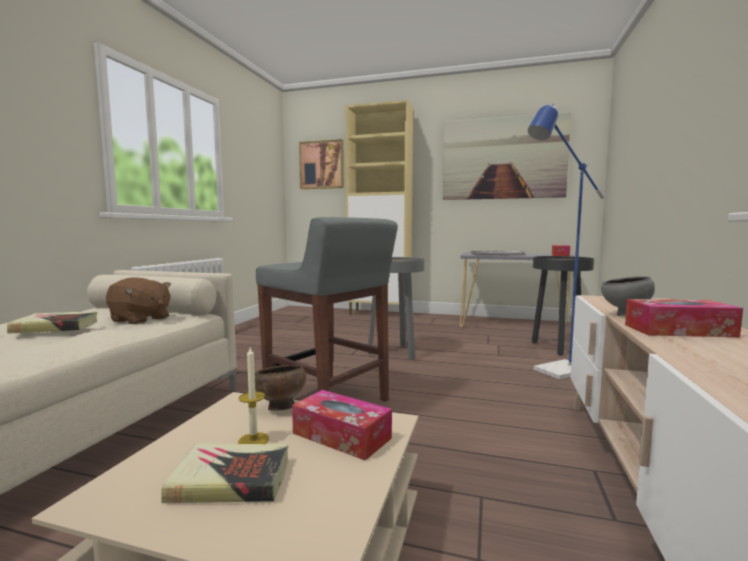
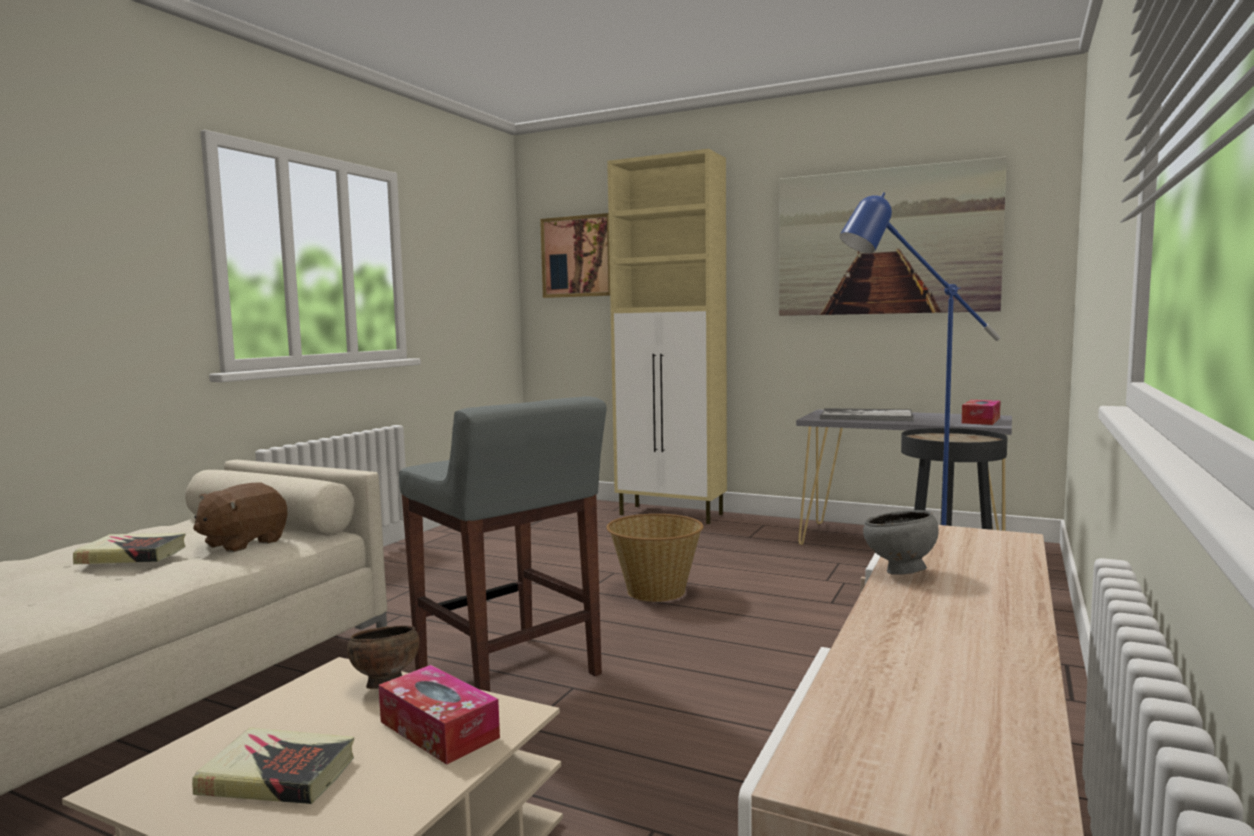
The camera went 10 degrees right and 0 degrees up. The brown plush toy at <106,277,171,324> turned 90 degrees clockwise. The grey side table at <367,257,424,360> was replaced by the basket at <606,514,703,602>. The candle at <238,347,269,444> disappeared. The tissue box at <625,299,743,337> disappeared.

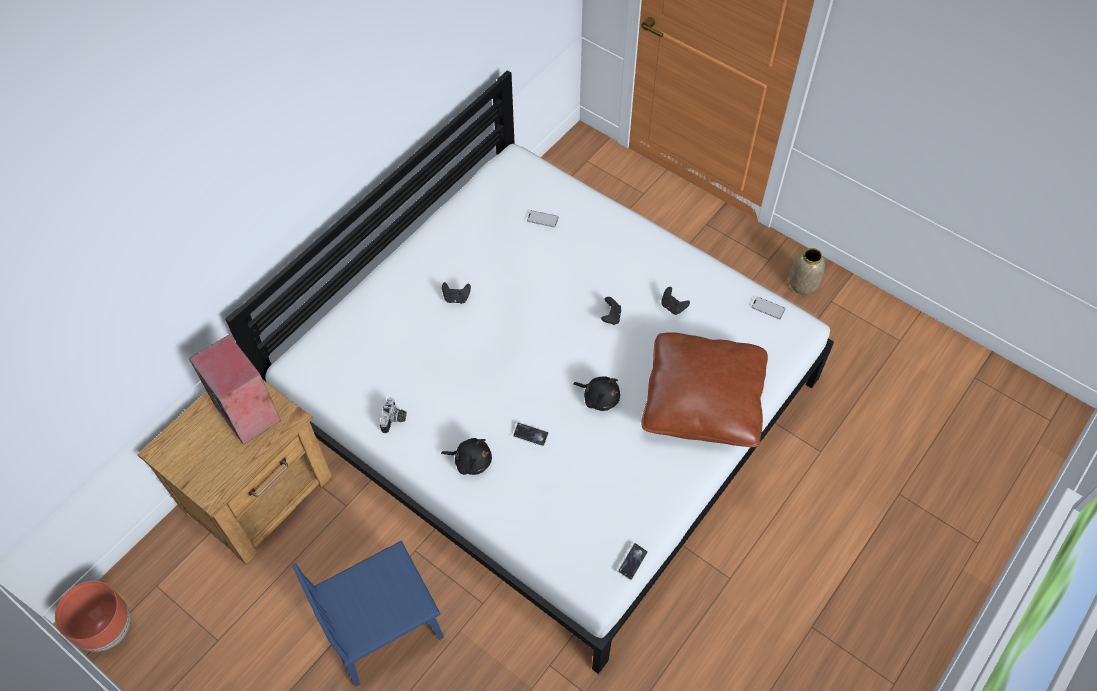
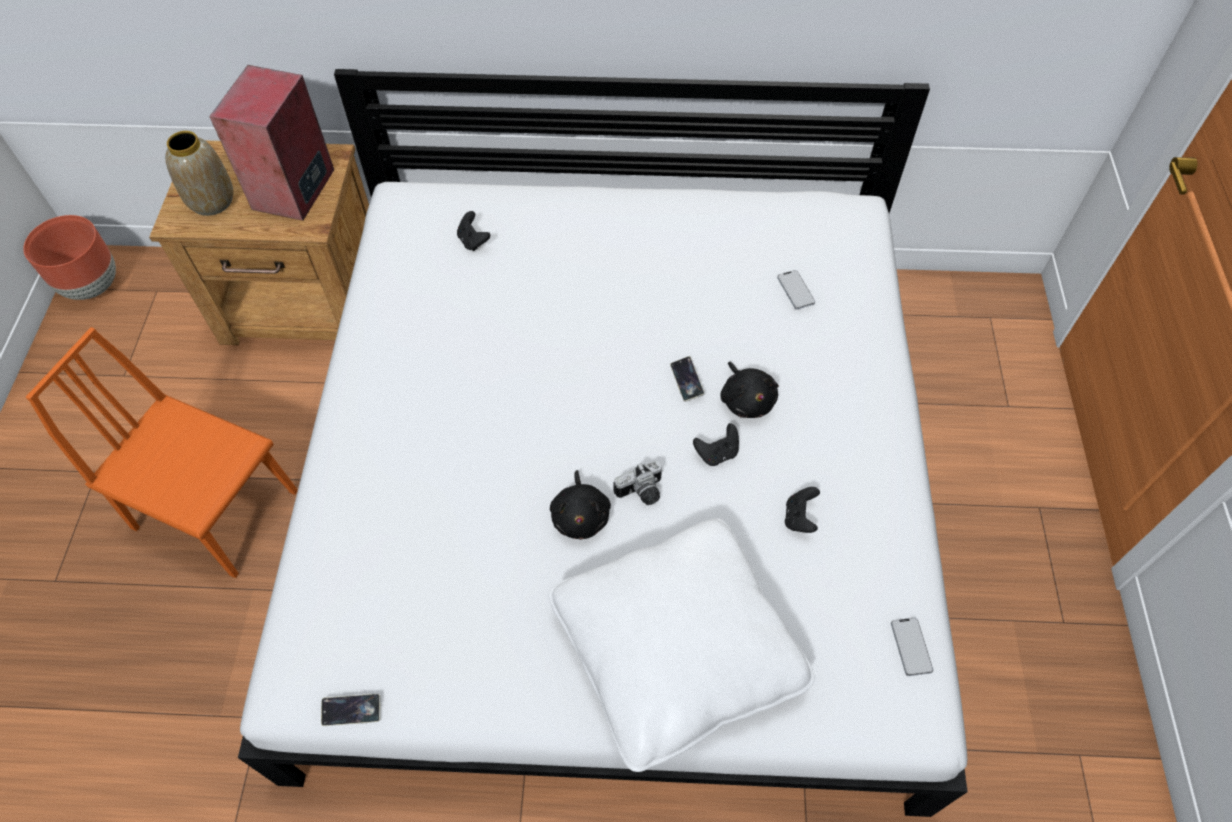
The camera went 55 degrees right and 0 degrees up. The blue chair at <292,541,444,687> became the orange chair at <26,327,298,578>. The vase moved from <789,248,825,295> to <165,131,233,216>. The black game controller moved from <442,282,471,304> to <457,211,490,251>. The brown pillow at <641,332,768,447> became the white pillow at <549,518,815,772>. The photo camera moved from <380,398,407,433> to <613,461,662,505>. The phone moved from <513,423,549,446> to <670,356,705,402>. The black plush toy moved from <441,438,492,475> to <720,361,779,418>.

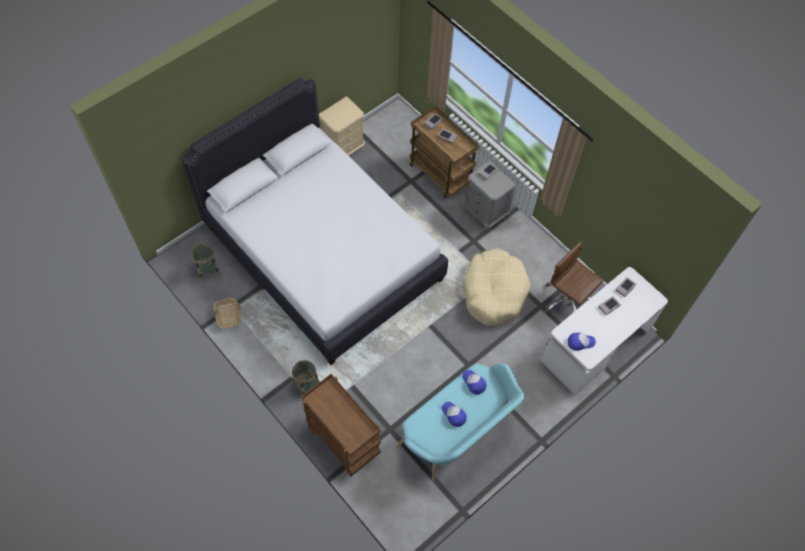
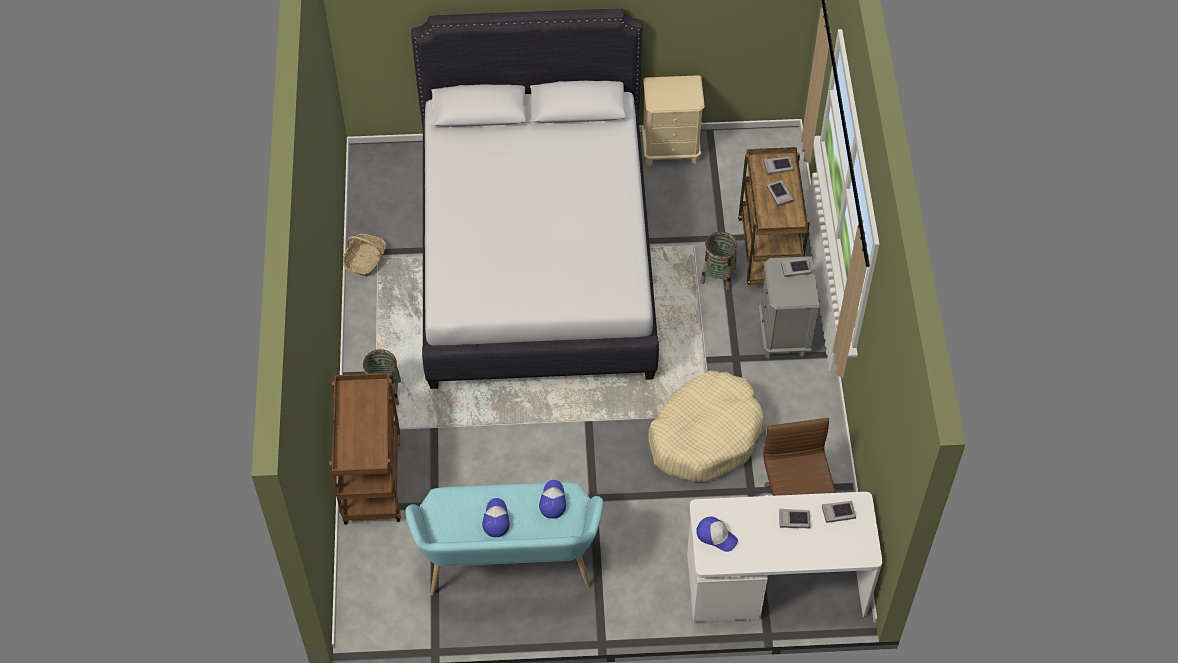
The camera went 40 degrees right and 5 degrees down. The basket moved from <191,244,220,281> to <701,232,738,290>.

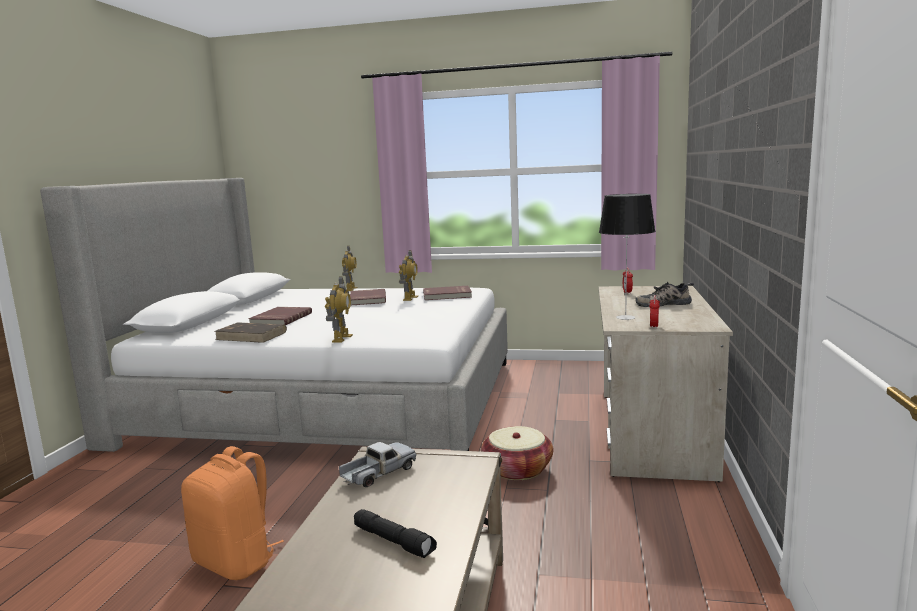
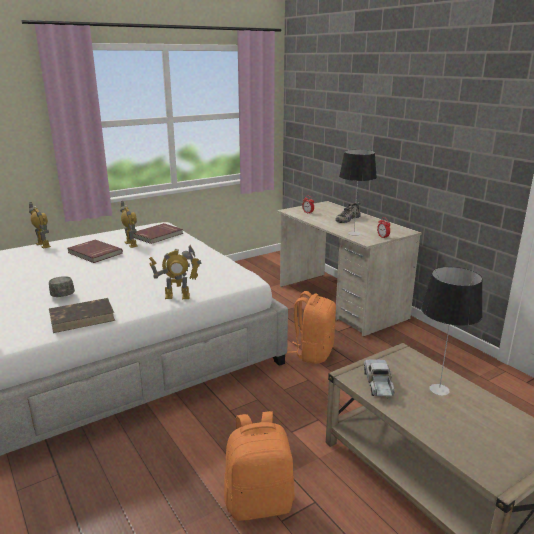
The camera went 45 degrees left and 10 degrees up. The red book at <249,307,312,325> was replaced by the grey cap at <49,276,75,297>. The toy robot at <325,276,353,342> turned 120 degrees clockwise. The basket at <481,426,553,480> was replaced by the orange backpack at <287,291,336,364>. The table lamp at <421,267,483,396> appeared. The black flashlight at <354,509,437,558> disappeared.

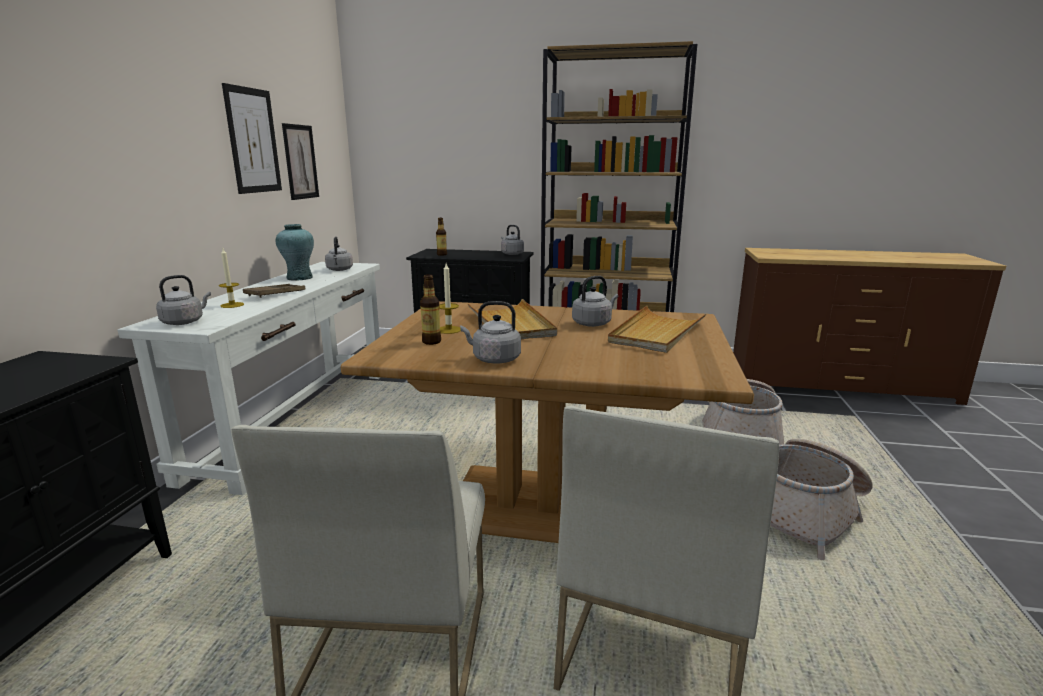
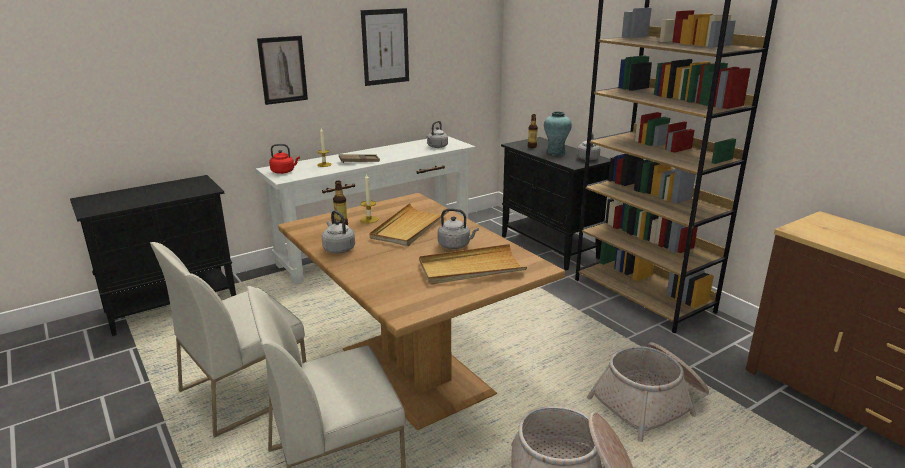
The camera went 45 degrees right and 5 degrees up. The picture moved from <282,123,319,200> to <257,36,308,105>. The grey kettle at <156,275,211,325> became the red kettle at <269,144,300,174>. The turquoise vase moved from <276,224,314,281> to <544,111,572,155>.

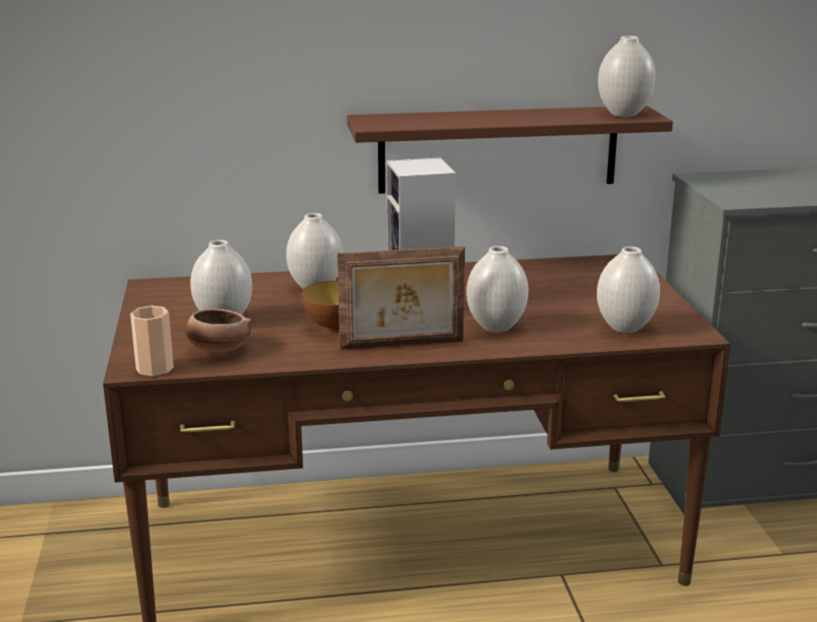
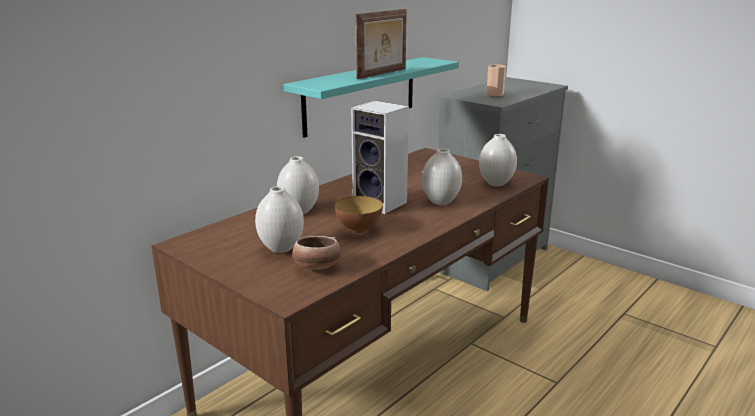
The camera went 40 degrees left and 0 degrees up. The brown shelf at <347,105,673,194> became the turquoise shelf at <284,57,459,138>. The picture frame moved from <337,246,465,350> to <355,9,407,79>. The cup moved from <130,305,174,376> to <486,64,506,97>. The white vase at <598,36,656,117> disappeared.

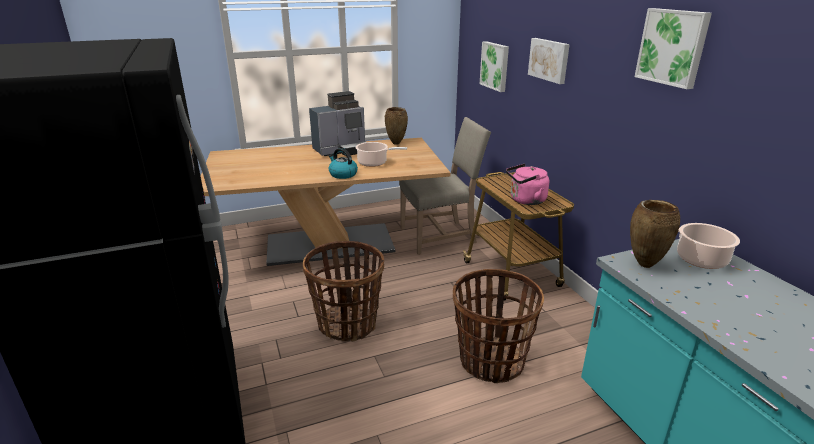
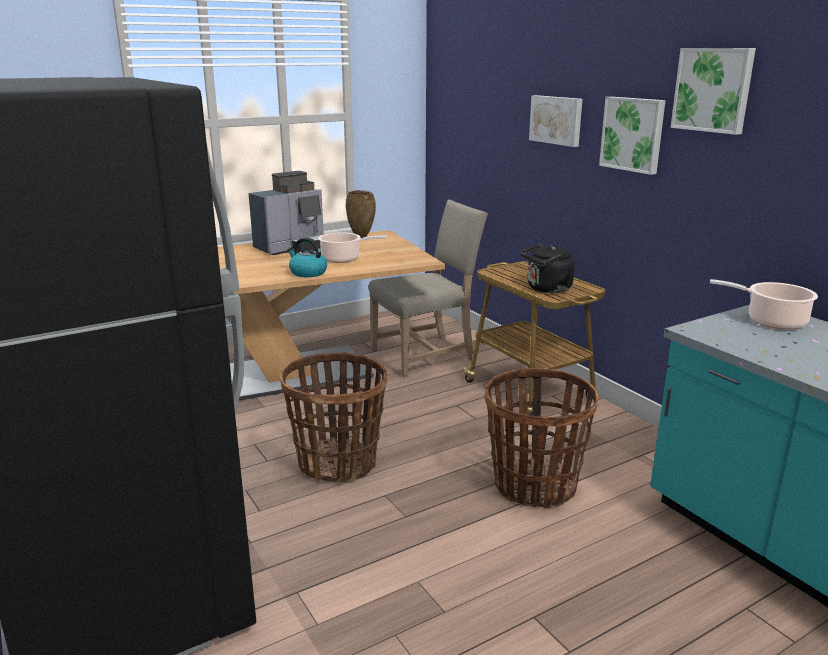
The camera went 10 degrees left and 5 degrees down. The pink kettle at <506,164,549,205> became the black kettle at <520,244,575,293>. The picture moved from <480,41,509,92> to <599,97,666,175>. The brown vase at <630,200,680,268> disappeared.

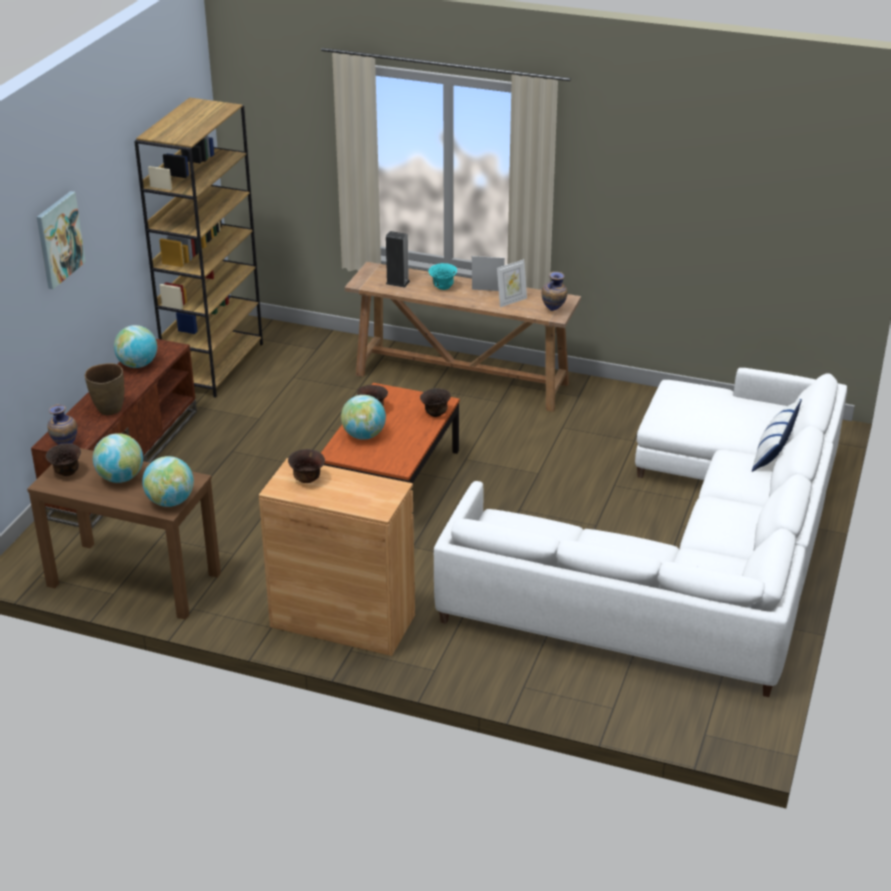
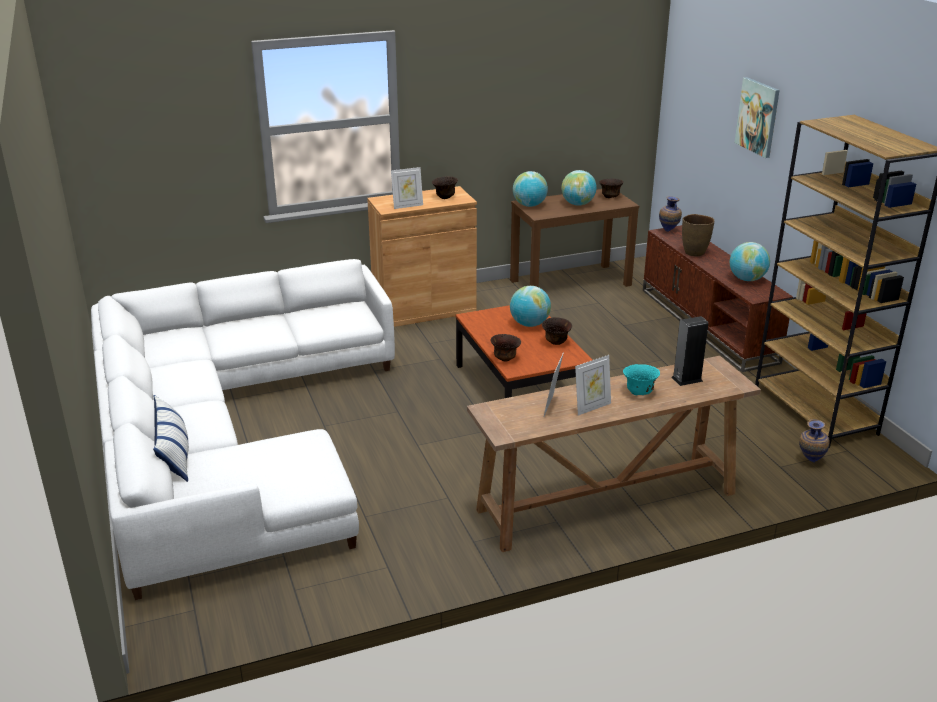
The camera went 140 degrees right and 5 degrees down. The picture frame at <391,167,423,209> appeared. The vase moved from <542,272,568,311> to <799,420,830,463>.

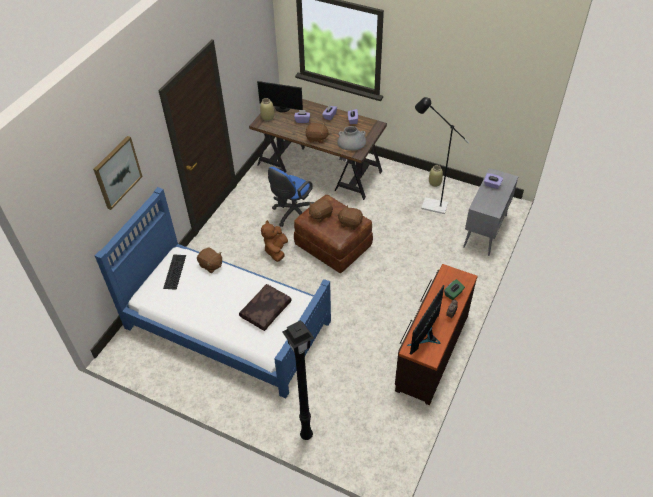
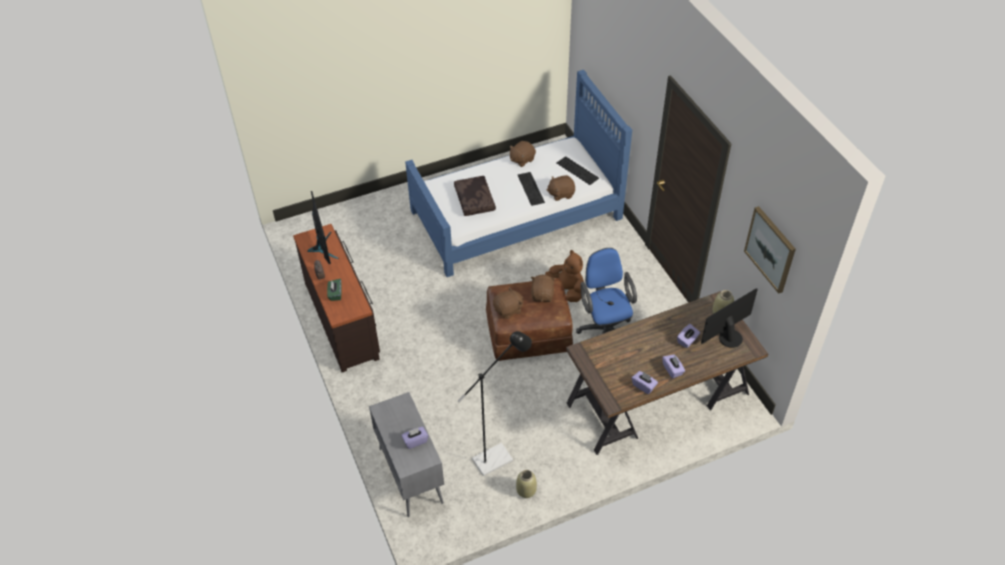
The camera went 130 degrees right and 0 degrees up. The brown plush toy moved from <305,123,330,143> to <510,141,536,167>. The keyboard at <518,172,545,206> appeared. The picture moved from <93,136,143,210> to <744,206,796,294>. The black floor lamp at <282,320,314,440> disappeared. The grey vase at <337,126,366,151> disappeared.

